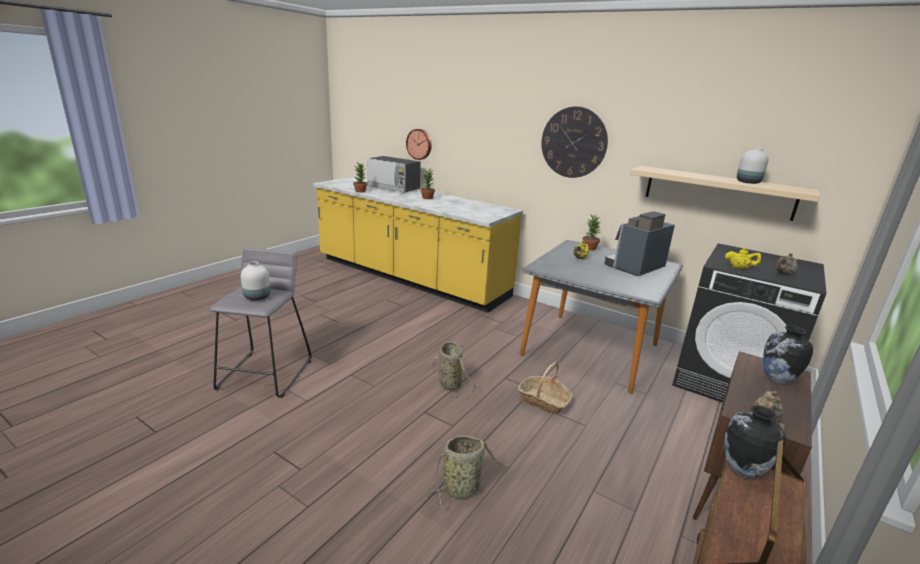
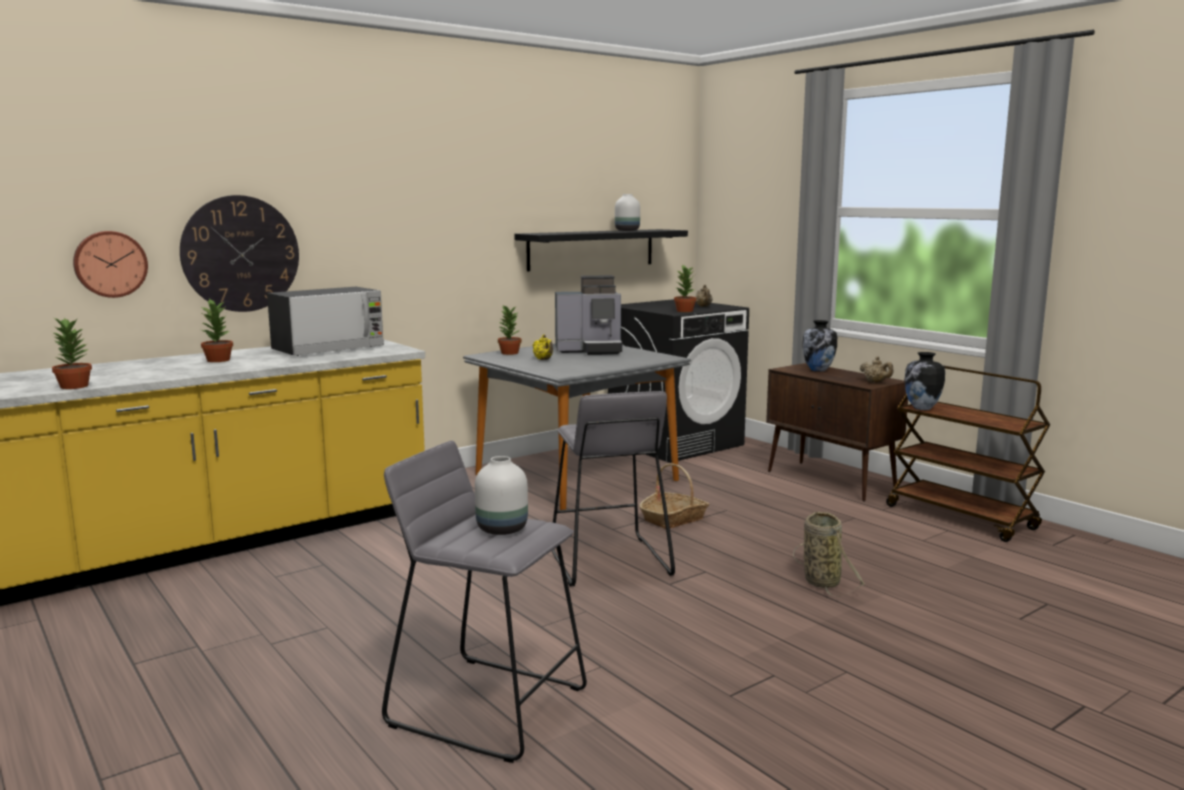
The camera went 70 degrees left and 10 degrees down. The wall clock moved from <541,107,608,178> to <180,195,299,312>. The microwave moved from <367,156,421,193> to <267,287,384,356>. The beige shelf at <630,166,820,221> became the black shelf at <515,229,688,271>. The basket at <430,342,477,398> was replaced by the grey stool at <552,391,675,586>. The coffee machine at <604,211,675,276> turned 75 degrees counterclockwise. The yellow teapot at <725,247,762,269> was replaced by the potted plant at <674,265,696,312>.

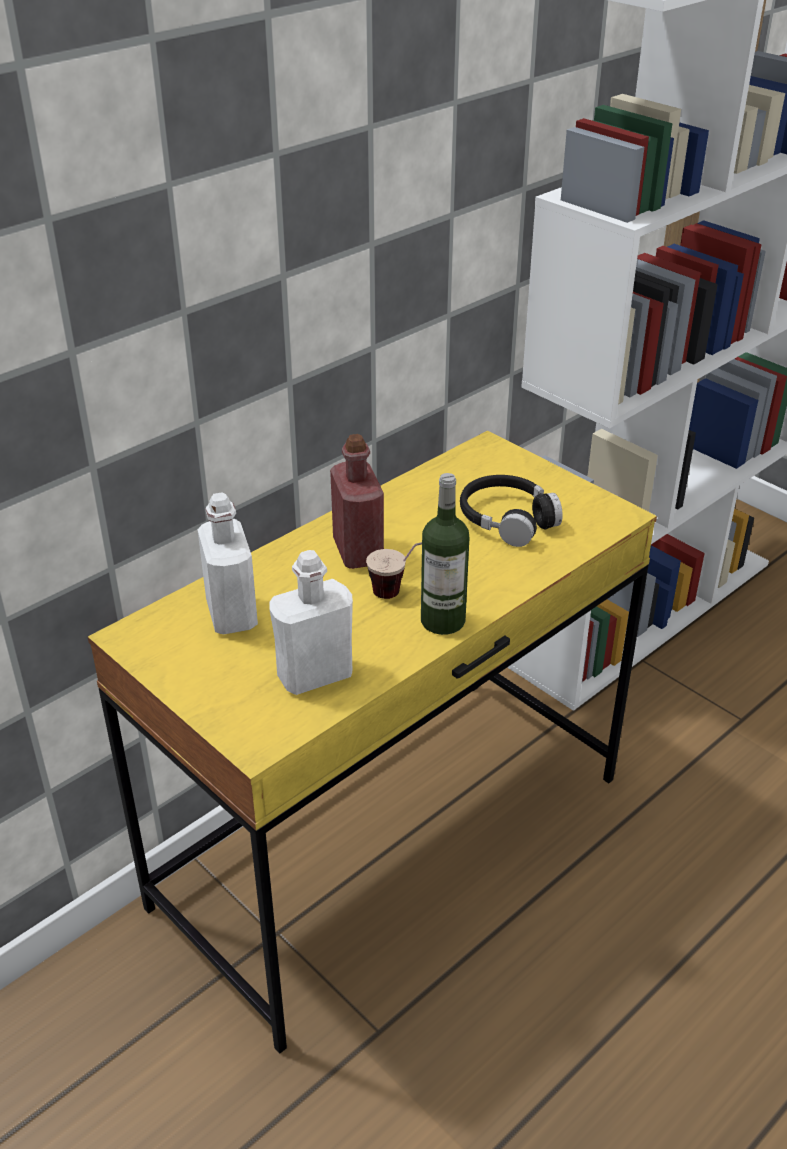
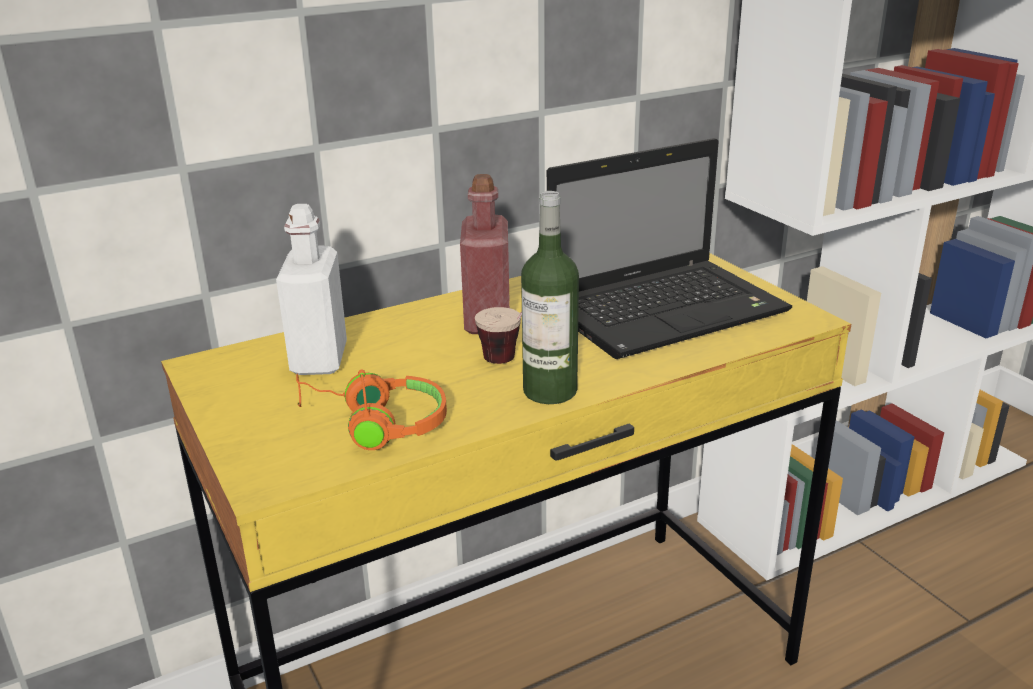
The camera went 15 degrees right and 10 degrees down. The white bottle at <269,550,353,695> was replaced by the orange headphones at <296,369,447,450>. The black headphones at <460,475,563,547> was replaced by the laptop at <547,138,792,359>.

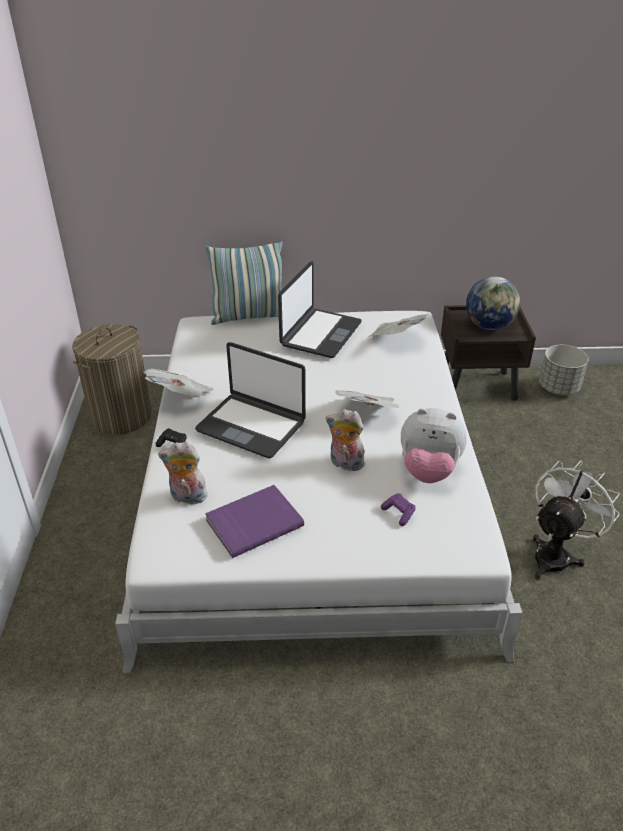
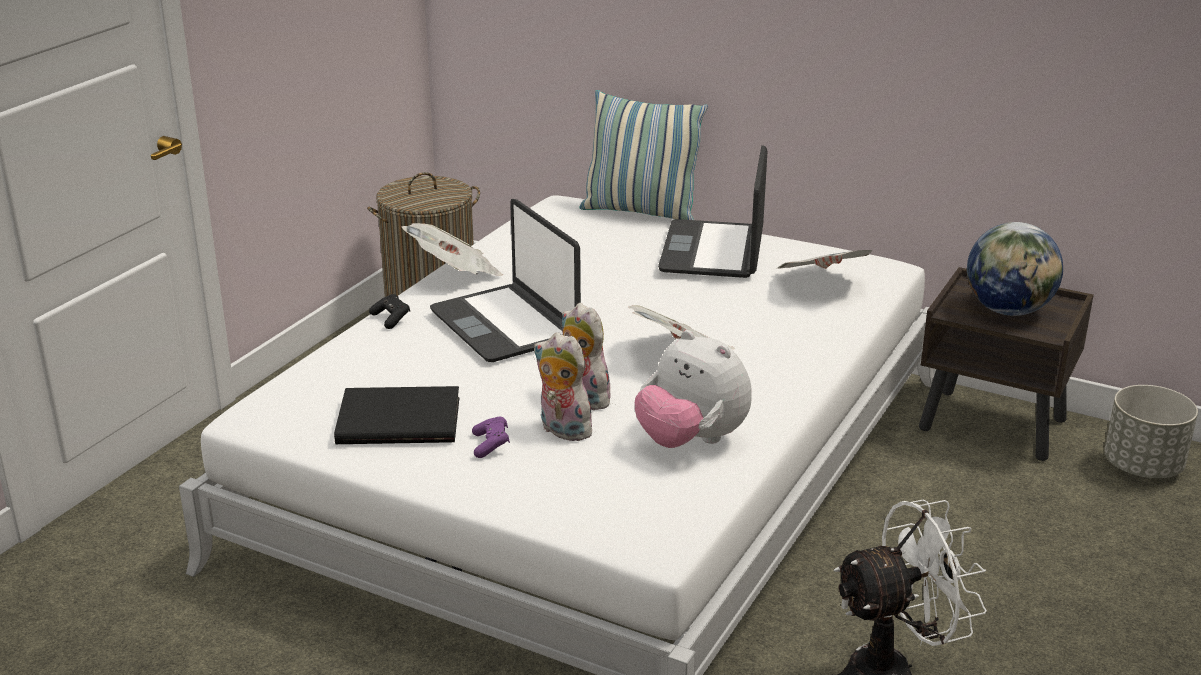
The camera went 30 degrees right and 10 degrees down. The purple book at <205,485,304,558> became the black book at <334,386,459,444>. The purple game controller moved from <381,493,416,526> to <472,417,510,458>. The plush toy moved from <158,442,208,504> to <534,332,599,441>. The laptop at <278,261,362,358> turned 135 degrees clockwise.

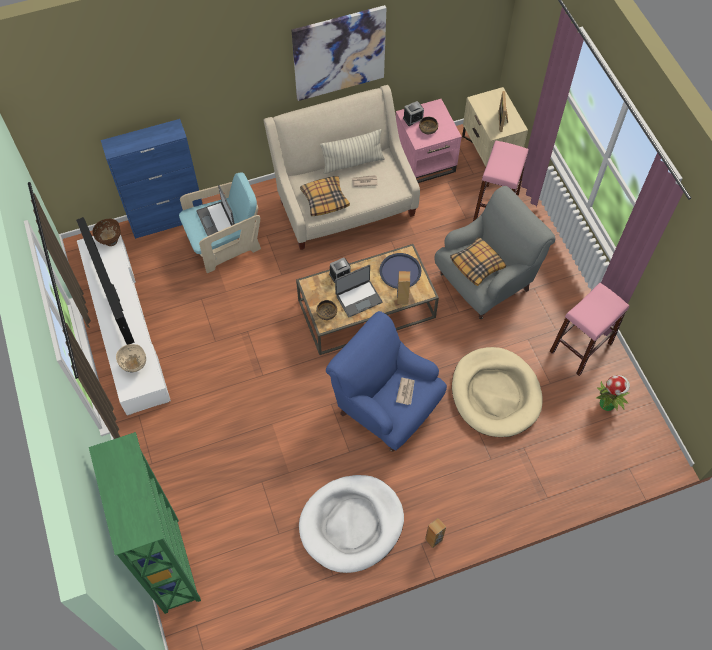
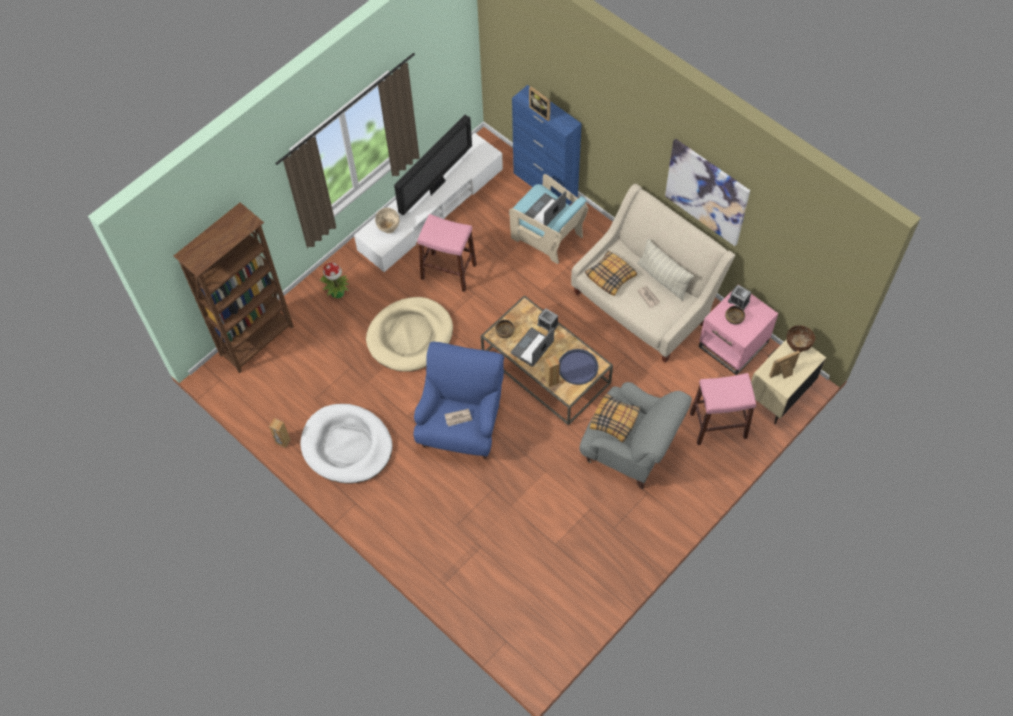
The camera went 65 degrees right and 0 degrees up. The green bookcase at <89,432,201,614> became the brown bookcase at <174,203,294,373>. The brown speaker moved from <425,518,446,548> to <269,418,291,448>. The potted plant moved from <596,375,630,411> to <320,262,349,298>. The beige dog bed moved from <452,347,543,437> to <366,297,453,372>. The pink stool moved from <550,283,629,376> to <417,214,477,292>. The laptop at <335,265,383,317> turned 90 degrees clockwise. The picture frame at <529,87,550,121> appeared. The brown bowl moved from <92,219,121,246> to <787,325,815,352>.

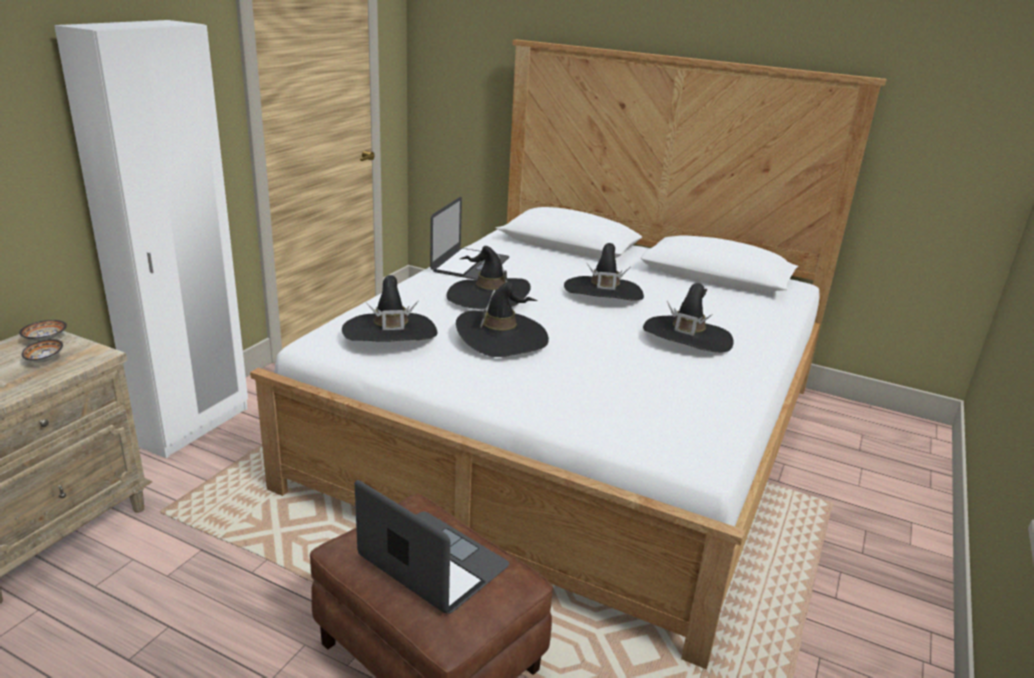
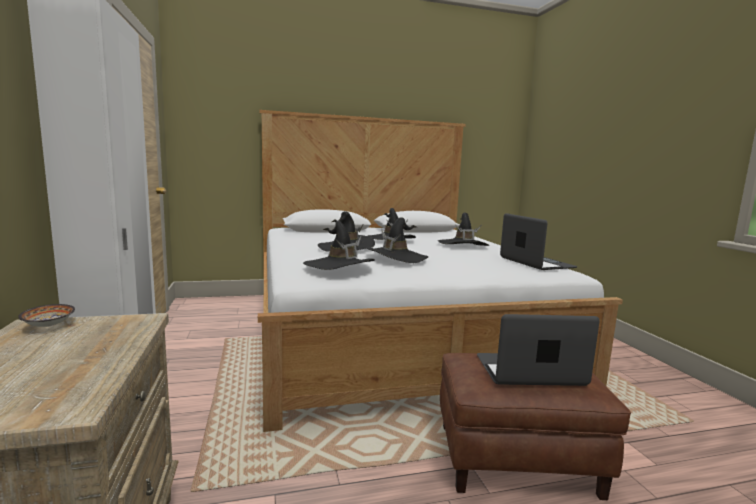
The camera went 40 degrees left and 15 degrees down. The laptop moved from <430,197,510,280> to <500,213,577,270>. The bowl at <21,339,63,363> disappeared.

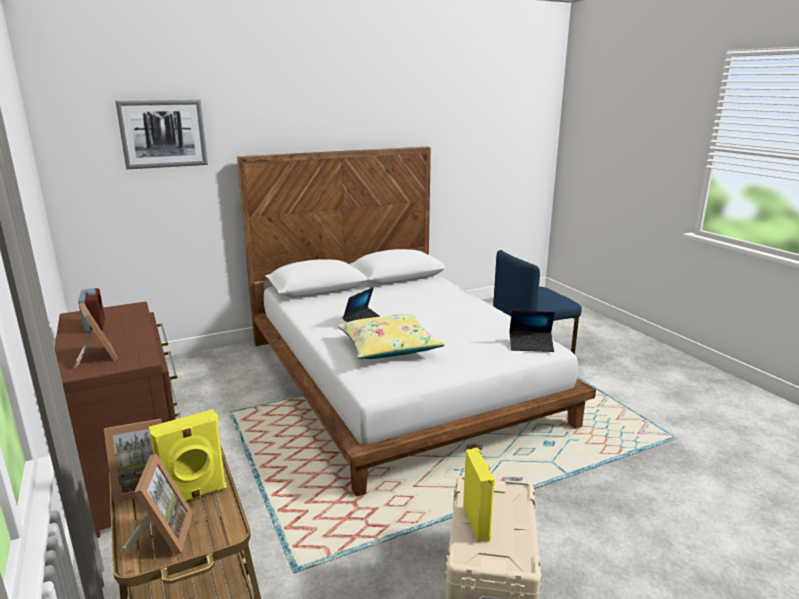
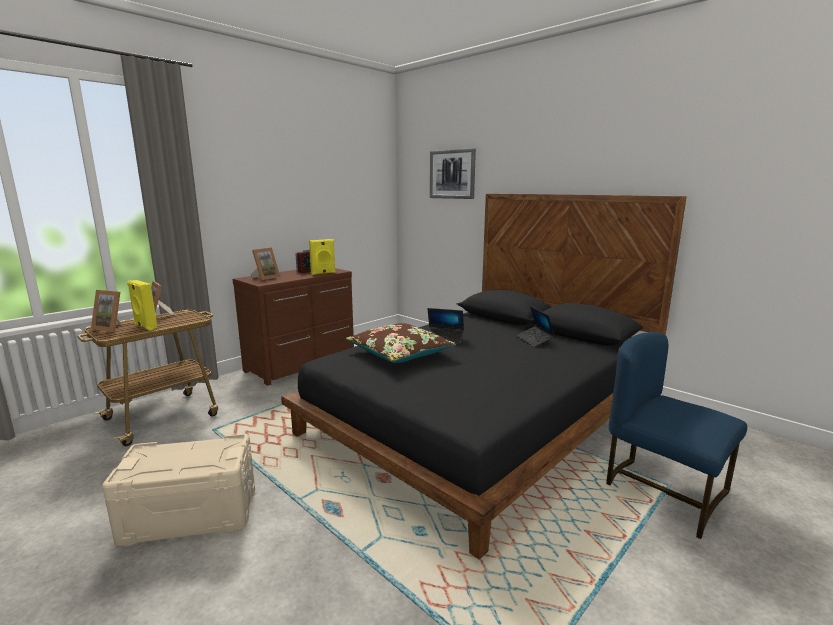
The camera went 70 degrees right and 5 degrees down. The picture frame at <121,453,193,555> turned 45 degrees clockwise. The white bed at <237,147,596,497> became the black bed at <281,194,686,559>. The yellow speaker moved from <463,448,495,542> to <309,239,336,275>. The yellow pillow at <337,314,445,359> became the brown pillow at <346,323,456,363>. The laptop moved from <509,311,555,352> to <516,306,555,347>.

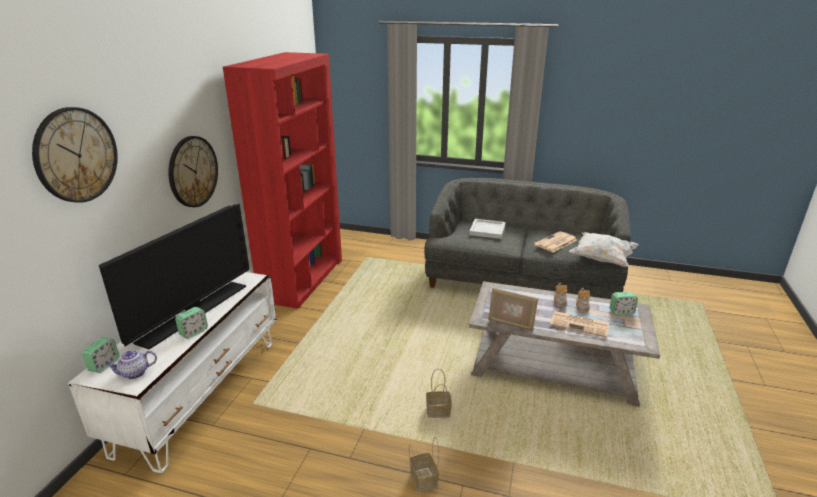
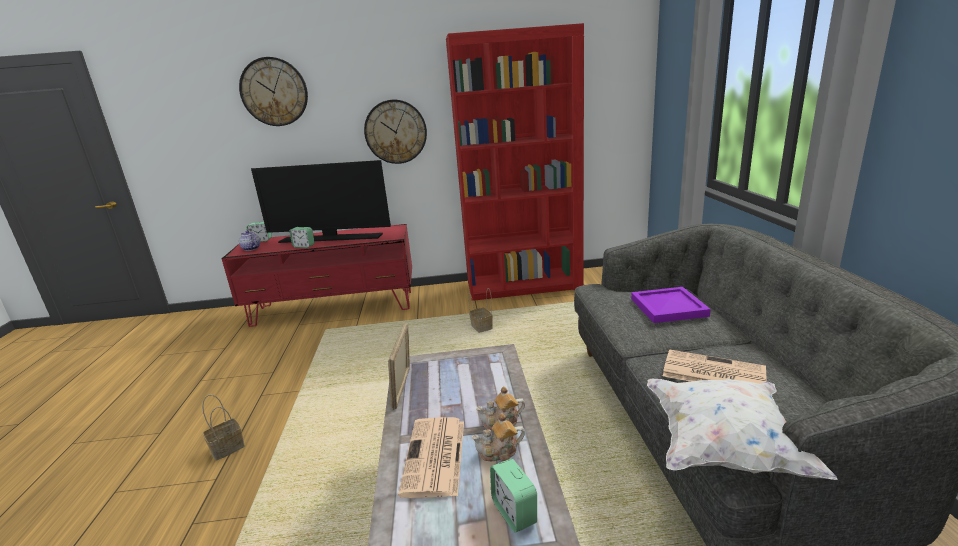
The camera went 70 degrees right and 5 degrees down. The white tv stand at <68,272,276,473> became the red tv stand at <222,224,412,327>. The basket moved from <426,369,452,418> to <468,288,493,333>. The white tray at <469,219,506,239> became the purple tray at <631,287,711,323>.

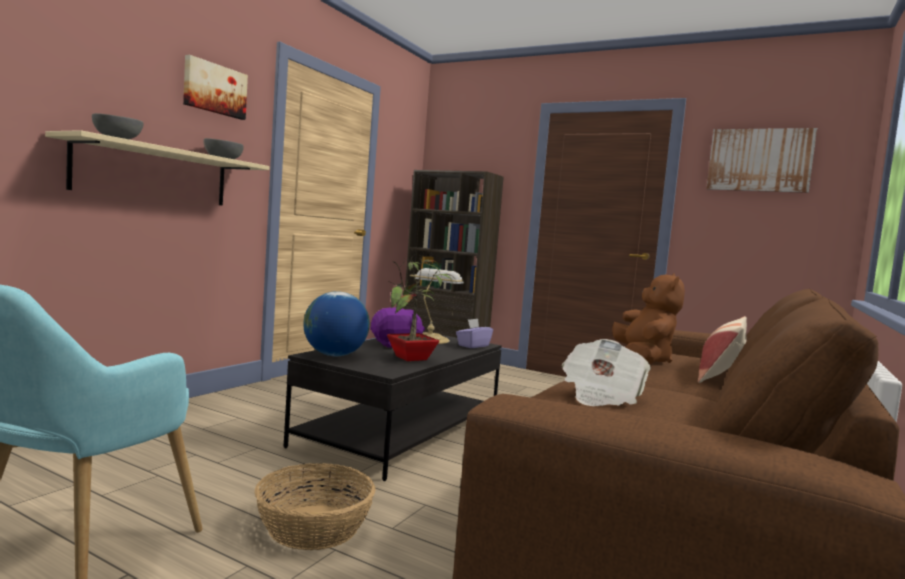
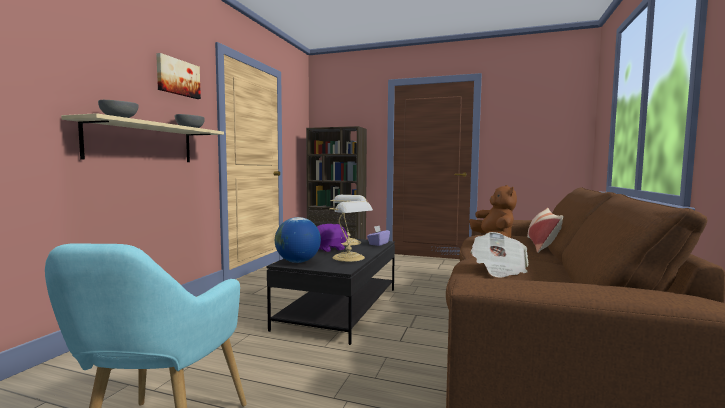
The camera went 10 degrees left and 0 degrees up. The potted plant at <387,254,454,361> was replaced by the table lamp at <329,200,373,262>. The basket at <254,463,376,550> disappeared. The picture at <706,128,817,193> disappeared.

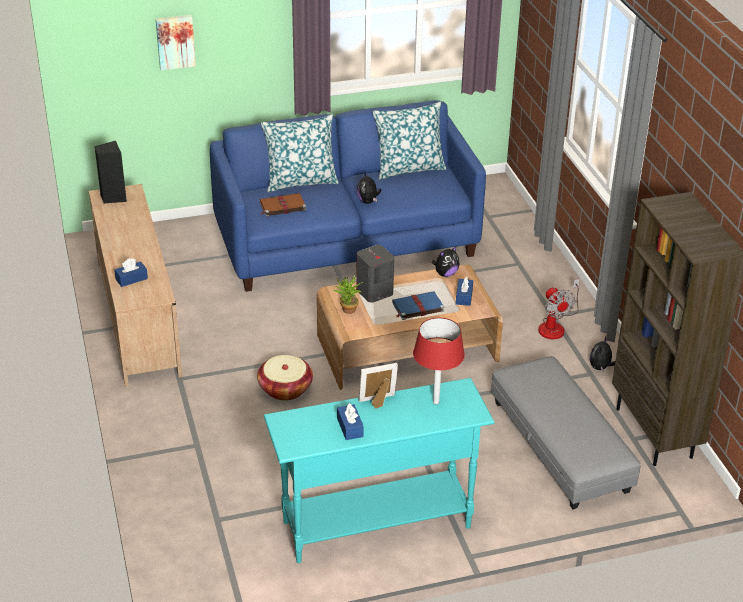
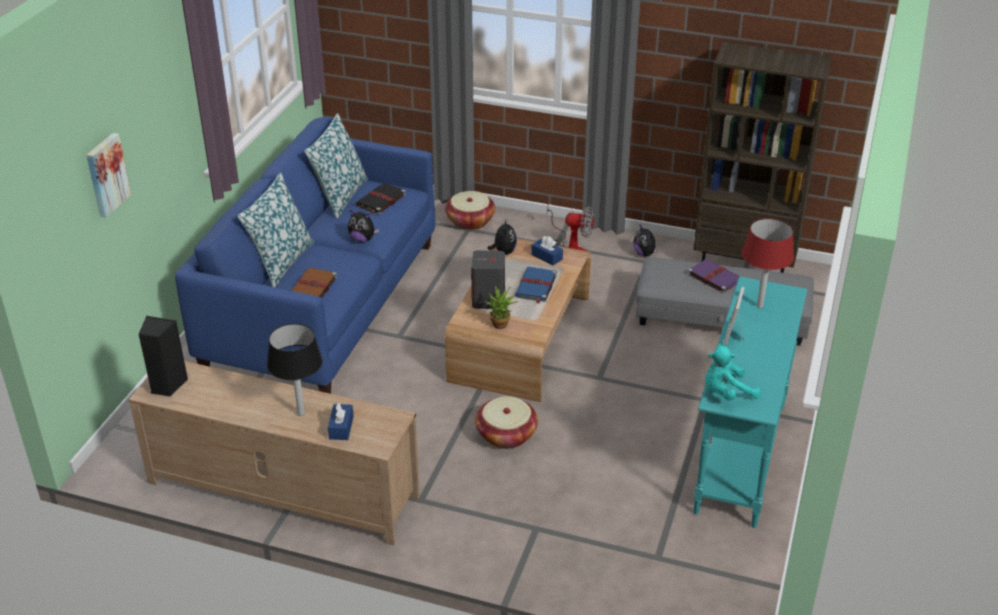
The camera went 55 degrees left and 0 degrees up. The black table lamp at <267,324,323,416> appeared. The black book at <355,183,406,215> appeared. The basket at <445,191,495,230> appeared. The purple book at <687,259,740,294> appeared. The turquoise plush toy at <705,345,760,401> appeared. The blue tissue box at <337,403,364,440> disappeared.

